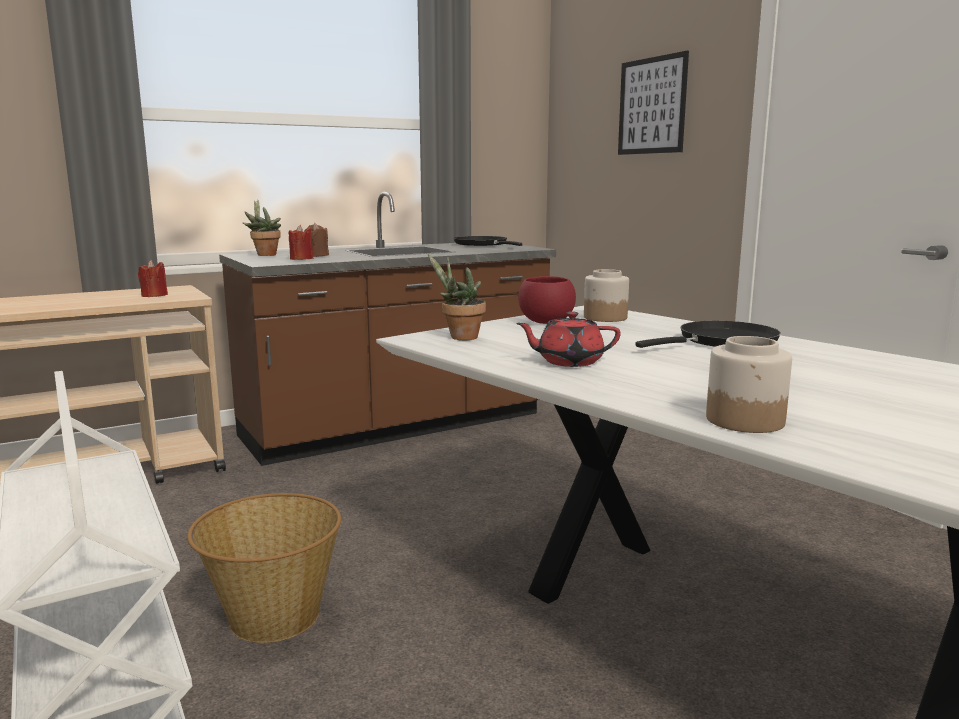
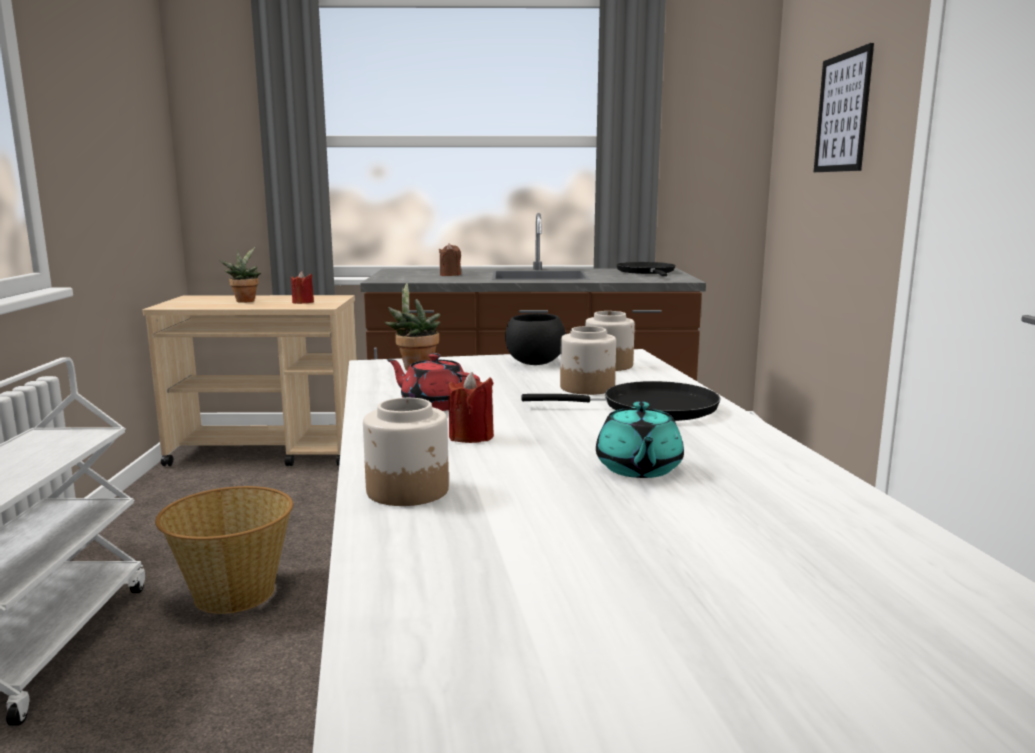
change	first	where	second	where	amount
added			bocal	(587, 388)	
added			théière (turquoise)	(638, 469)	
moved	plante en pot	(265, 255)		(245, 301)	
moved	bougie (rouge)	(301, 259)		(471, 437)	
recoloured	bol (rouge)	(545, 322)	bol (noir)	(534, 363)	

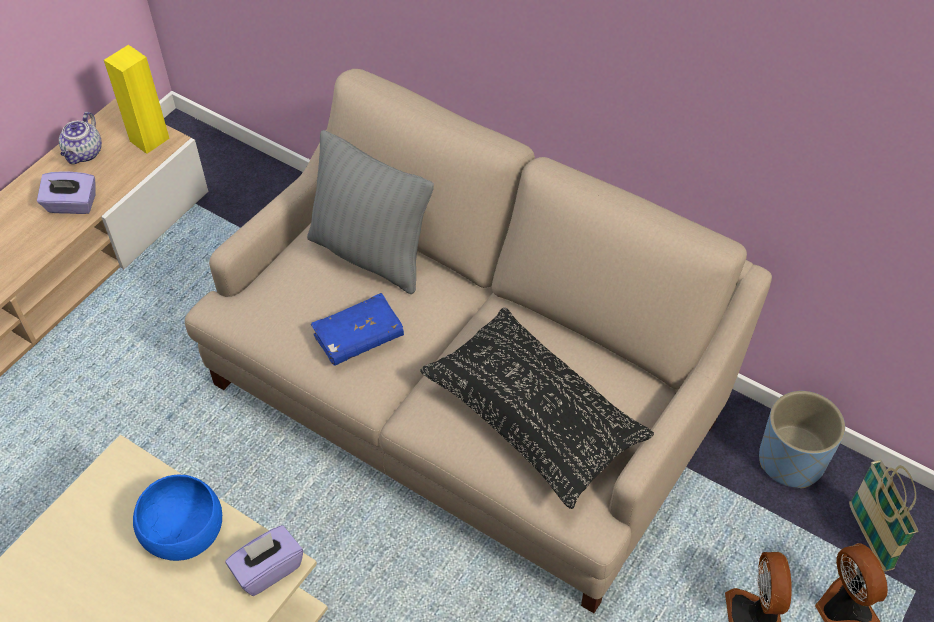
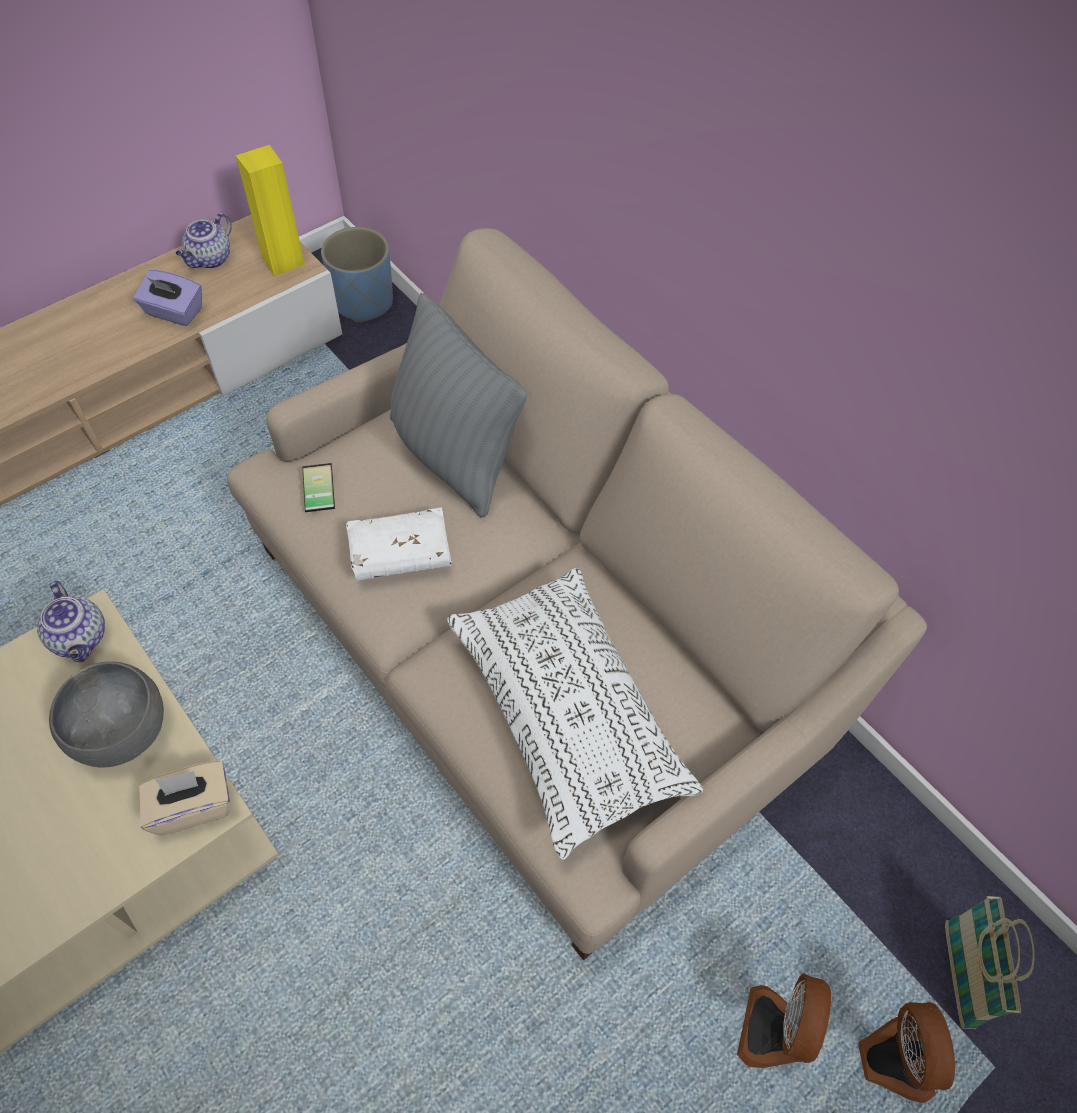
change	first	where	second	where	amount
added			théière	(81, 638)	
added			téléphone	(315, 488)	
moved	cache-pot (bleu)	(791, 460)		(363, 302)	
recoloured	bol (bleu)	(184, 532)	bol (gris)	(121, 729)	
recoloured	boîte à mouchoirs (violet)	(268, 569)	boîte à mouchoirs (beige)	(193, 806)	
recoloured	livre (bleu)	(359, 337)	livre (blanc)	(400, 553)	
recoloured	coussin (noir)	(534, 417)	coussin (blanc)	(567, 716)	

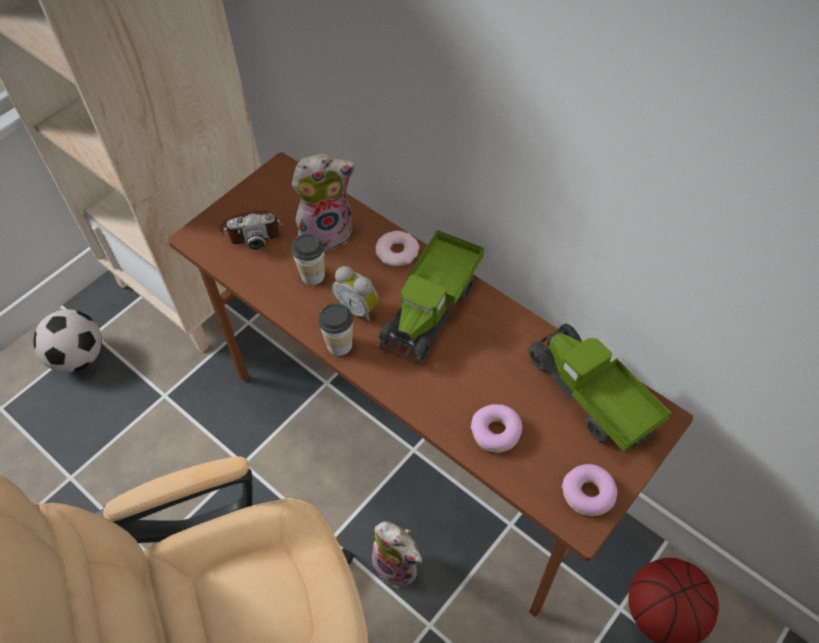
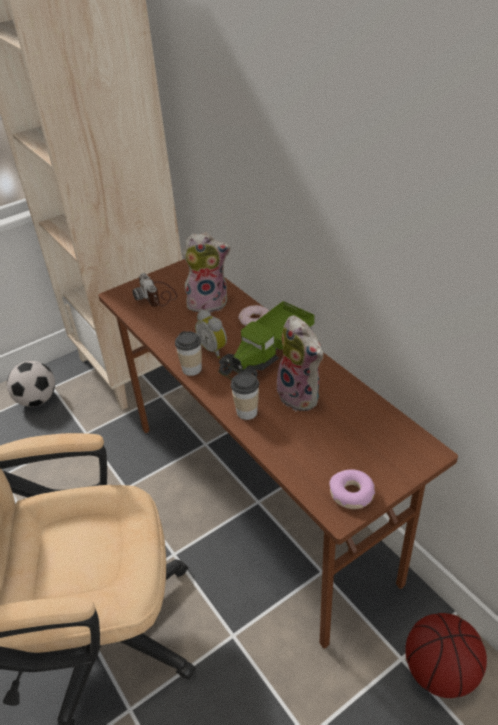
change	first	where	second	where	amount
removed	beignet	(496, 432)			
removed	camion jouet	(589, 397)			
moved	tasse	(313, 275)		(247, 412)	
moved	peluche	(398, 564)		(301, 396)	
turned	appareil photo	(253, 230)		(157, 296)	60 degrees clockwise

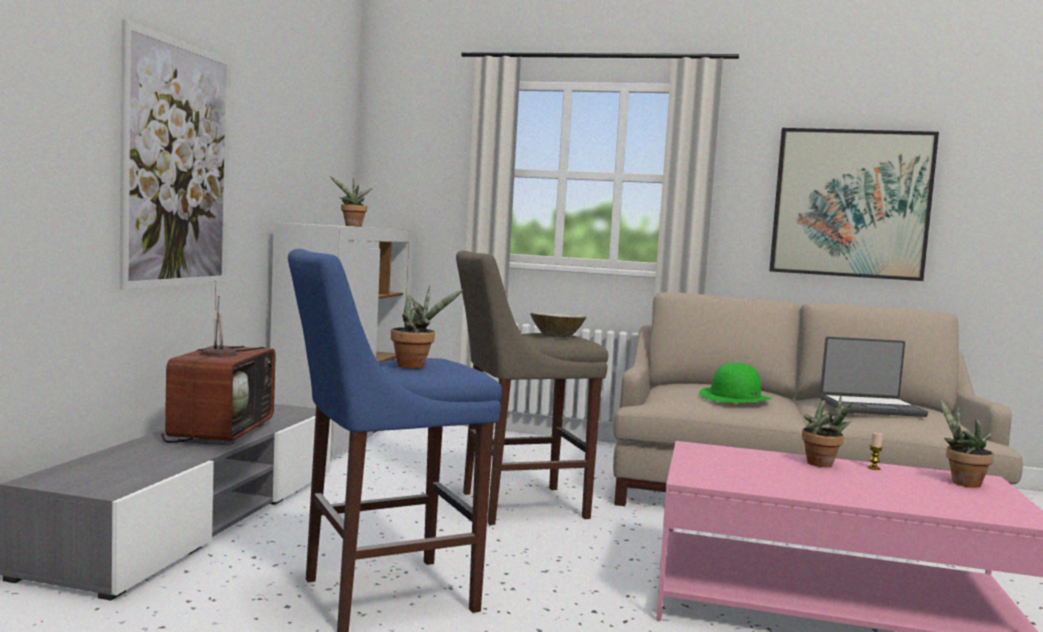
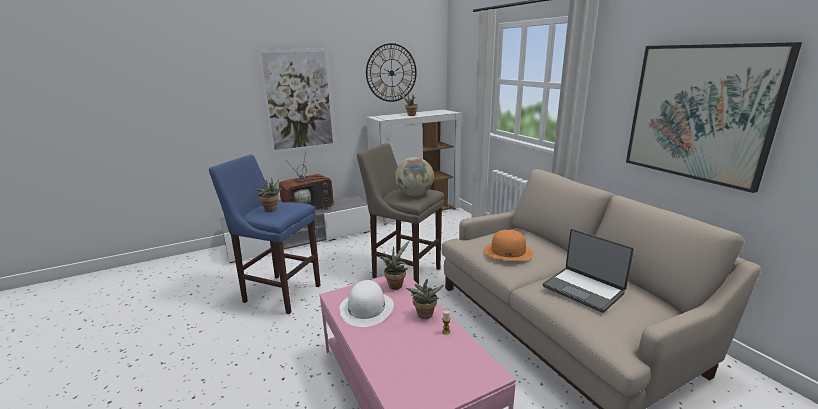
change	first	where	second	where	amount
added			chapeau (blanc)	(366, 308)	
added			horloge murale	(391, 73)	
moved	plante en pot	(961, 482)		(395, 284)	
replaced	bol (beige)	(557, 336)	globe	(414, 194)	
recoloured	chapeau (vert)	(735, 397)	chapeau (orange)	(508, 251)	

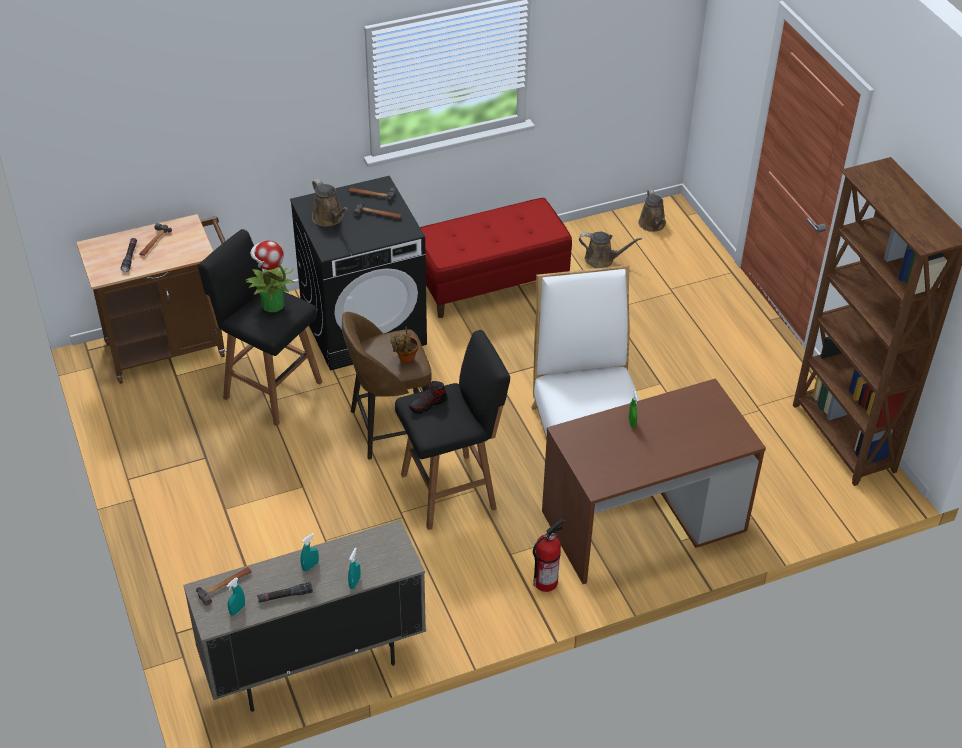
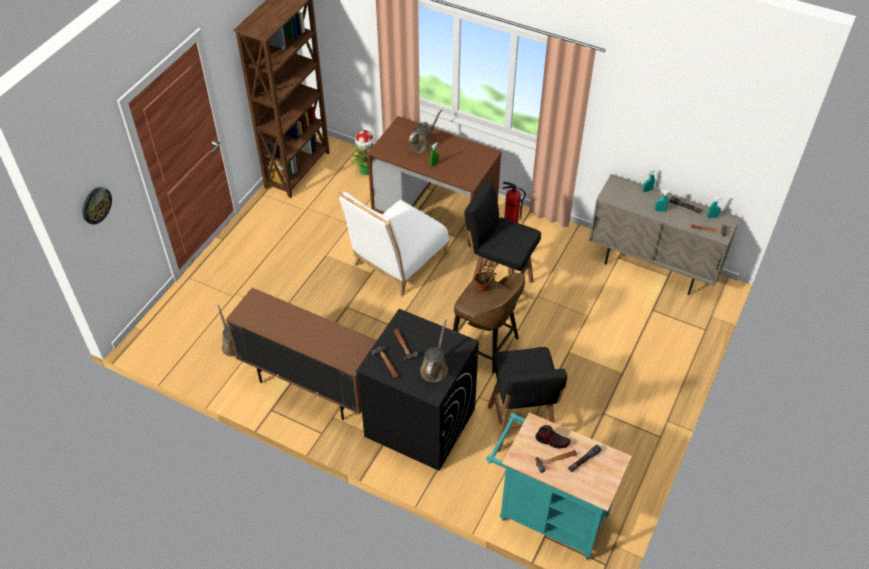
change	first	where	second	where	amount
added			horloge murale	(96, 205)	
moved	plante en pot	(272, 304)		(366, 170)	
moved	chaussure	(428, 404)		(552, 441)	
moved	arrosoir (marron)	(652, 225)		(422, 144)	
replaced	banc (rouge)	(491, 283)	meuble de rangement (marron)	(311, 386)	
recoloured	chariot (marron)	(173, 346)	chariot (turquoise)	(547, 514)	

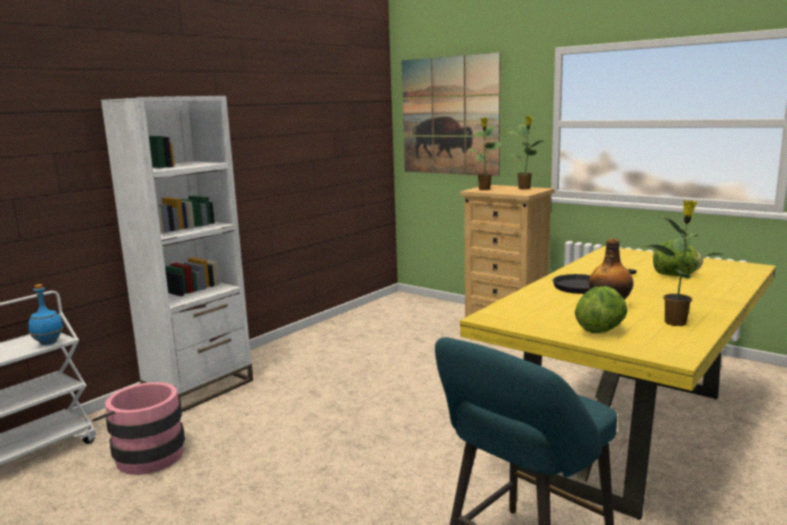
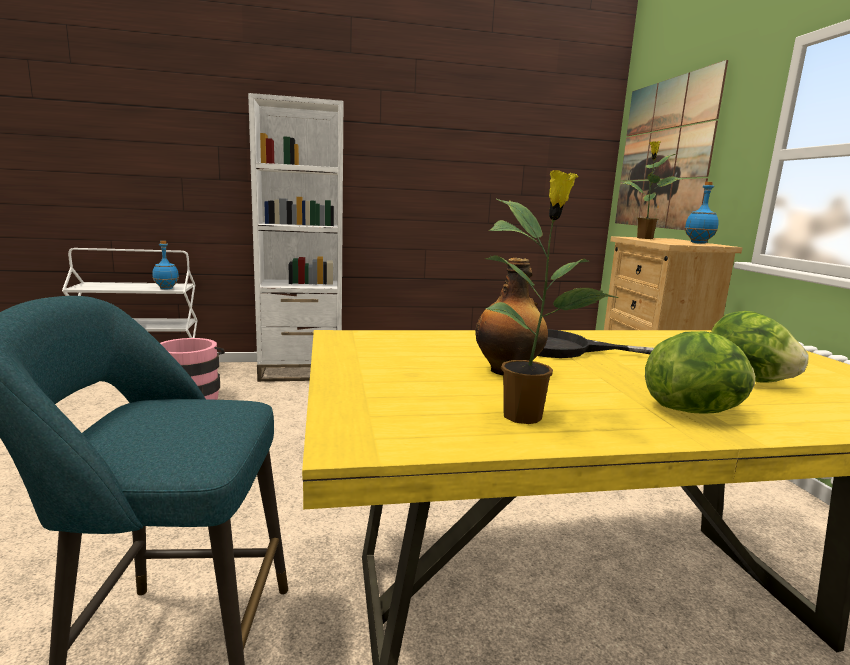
change	first	where	second	where	amount
moved	laitue	(601, 330)		(695, 411)	
replaced	plante en pot	(525, 188)	bouteille (bleu)	(698, 243)	

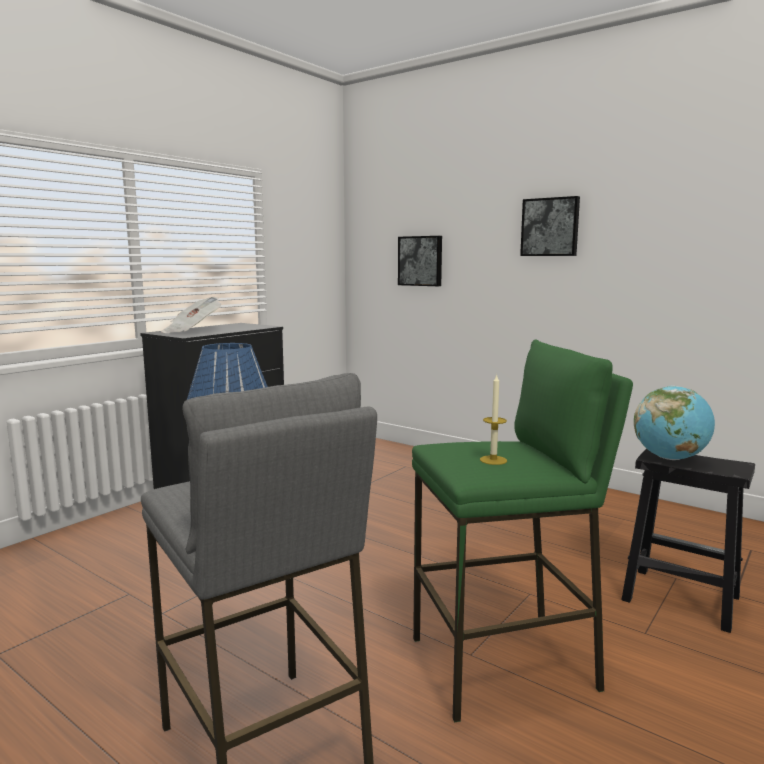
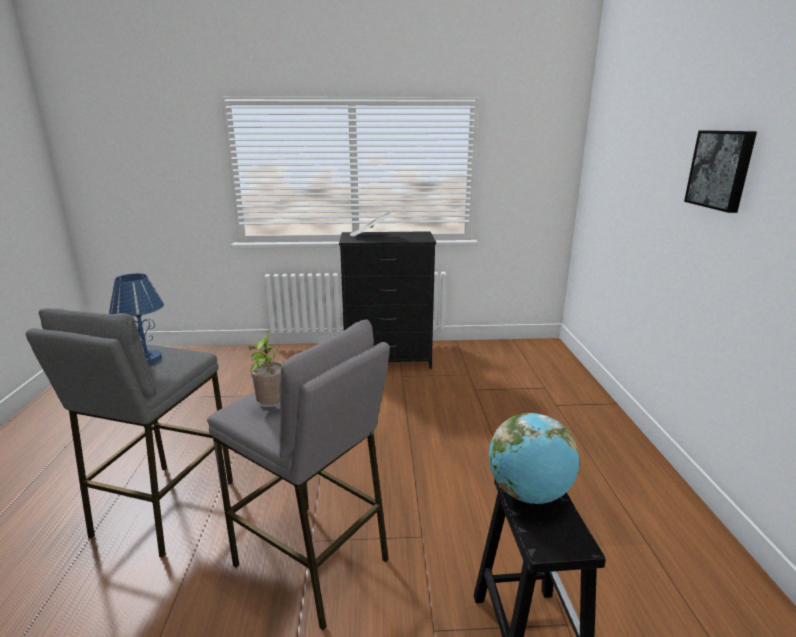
change	first	where	second	where	amount
removed	tableau	(421, 261)			
replaced	bougie	(493, 460)	plante en pot	(271, 407)	
recoloured	tabouret (vert)	(504, 665)	tabouret (gris)	(312, 562)	

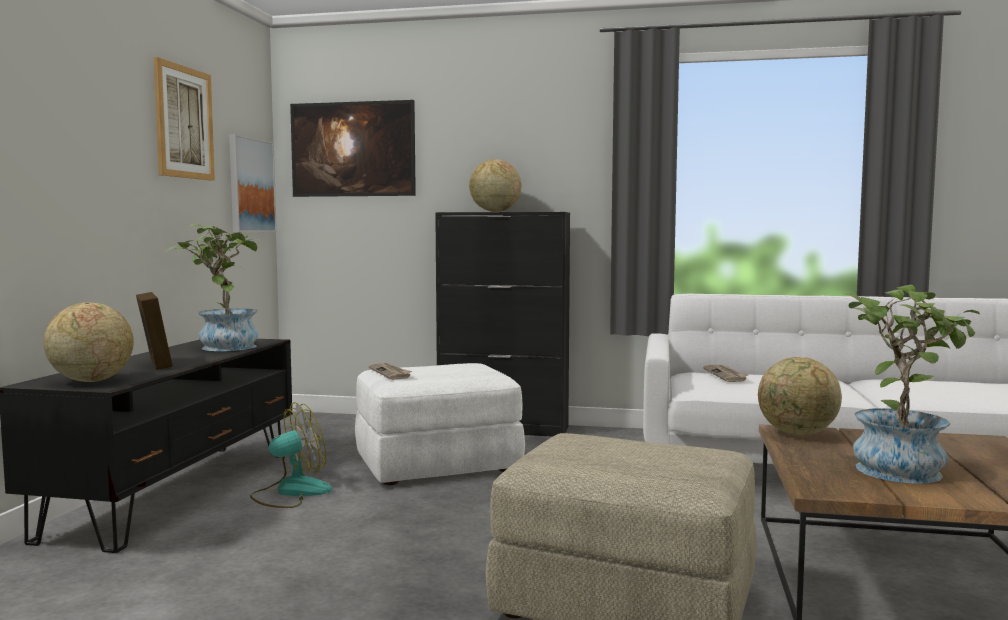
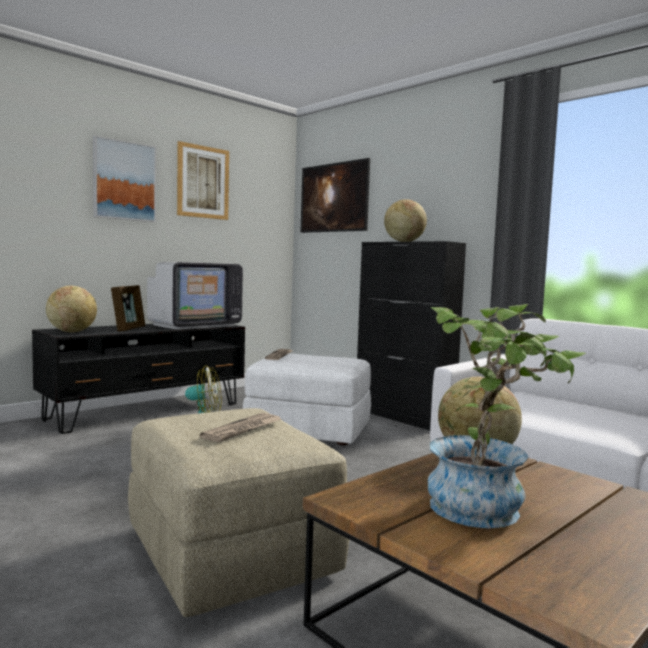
change	first	where	second	where	amount
moved	tableau	(251, 185)		(124, 181)	
moved	journal	(726, 375)		(243, 430)	
replaced	plante en pot	(222, 346)	téléviseur	(195, 325)	

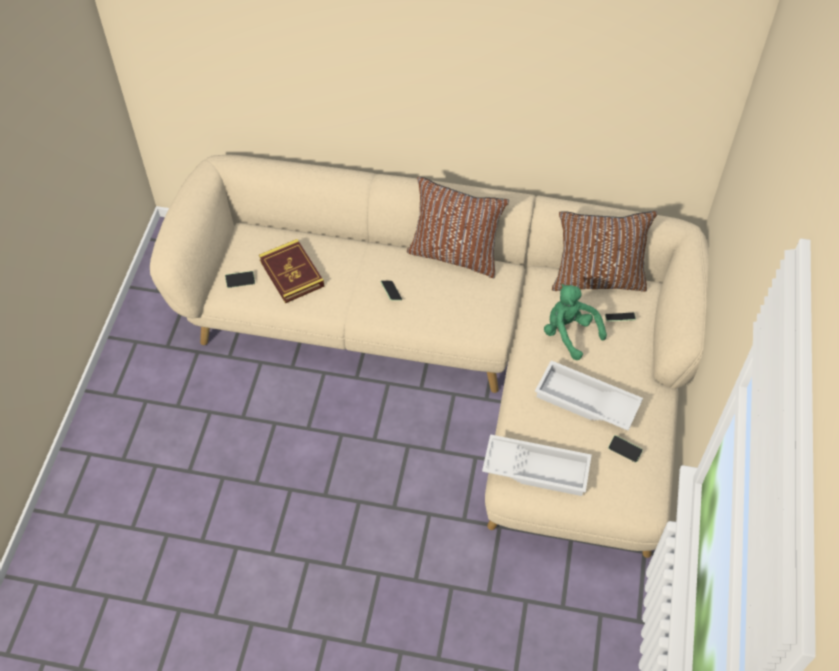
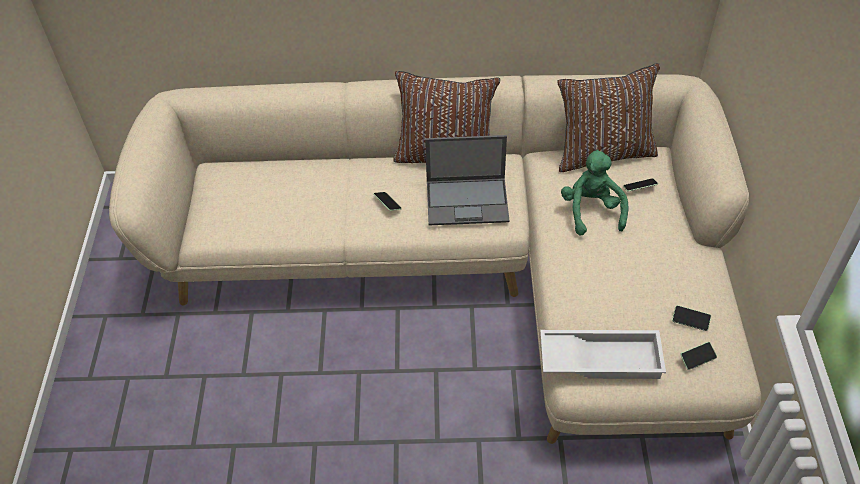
change	first	where	second	where	amount
removed	livre	(291, 273)			
removed	plateau (blanc)	(585, 402)			
added			ordinateur portable	(468, 201)	
moved	téléphone	(240, 282)		(697, 358)	
turned	peluche (vert)	(569, 333)		(591, 211)	45 degrees clockwise

